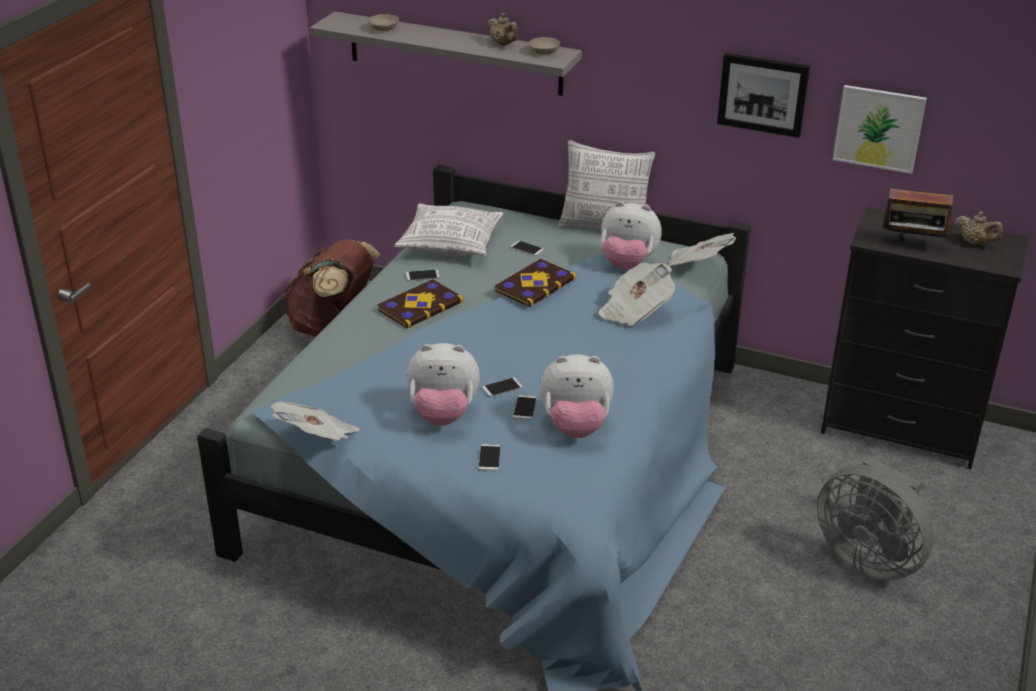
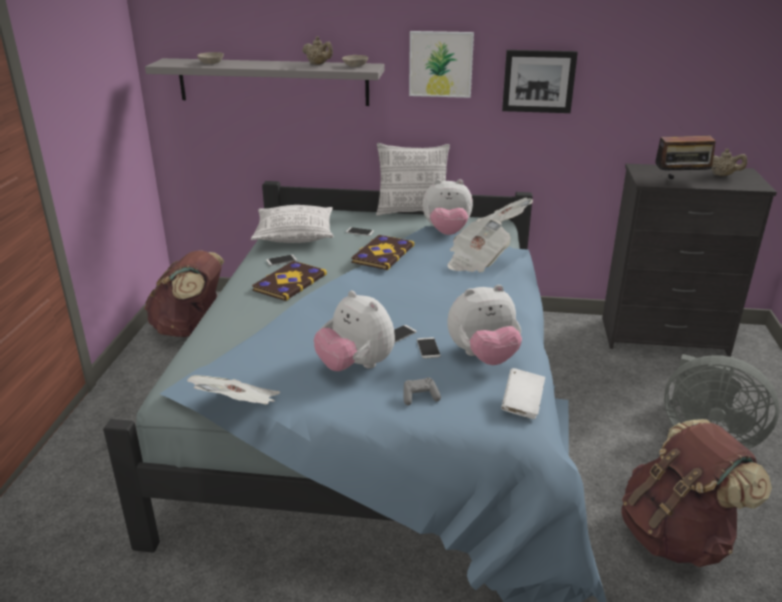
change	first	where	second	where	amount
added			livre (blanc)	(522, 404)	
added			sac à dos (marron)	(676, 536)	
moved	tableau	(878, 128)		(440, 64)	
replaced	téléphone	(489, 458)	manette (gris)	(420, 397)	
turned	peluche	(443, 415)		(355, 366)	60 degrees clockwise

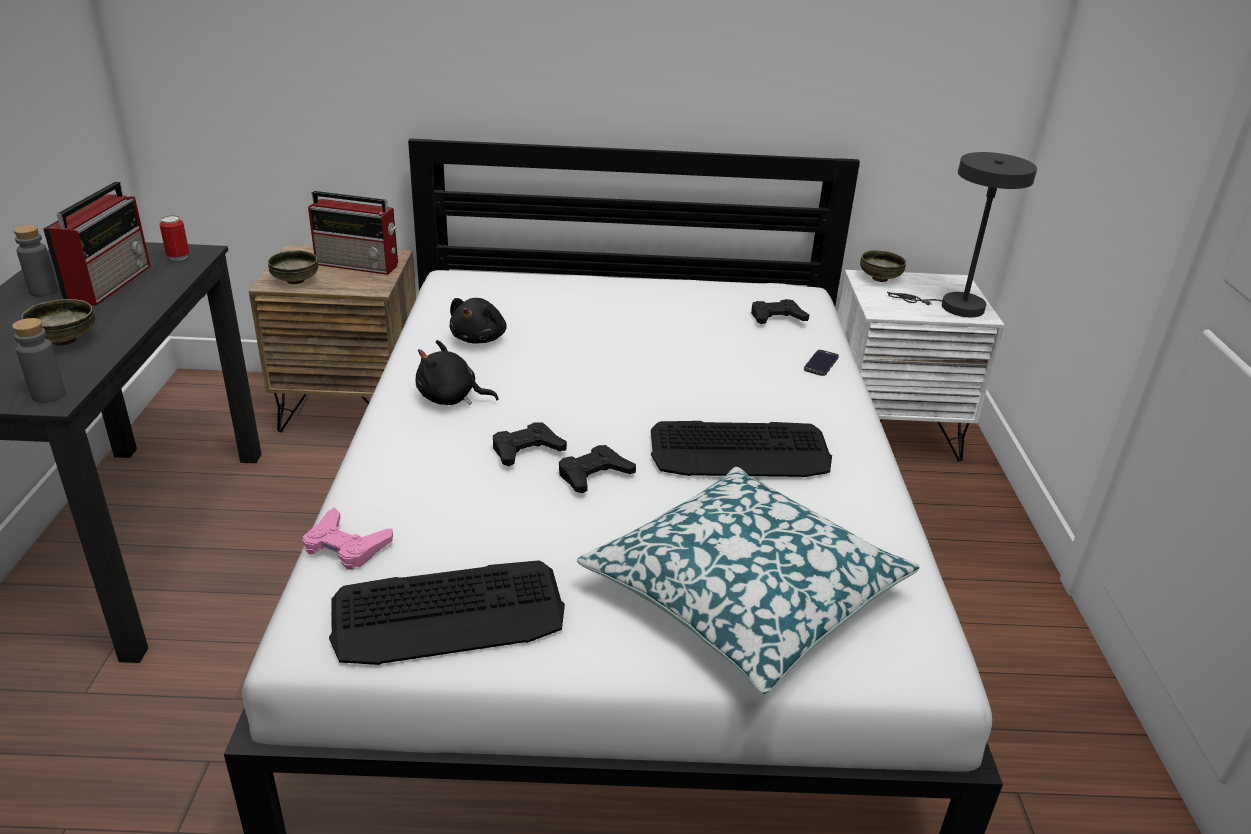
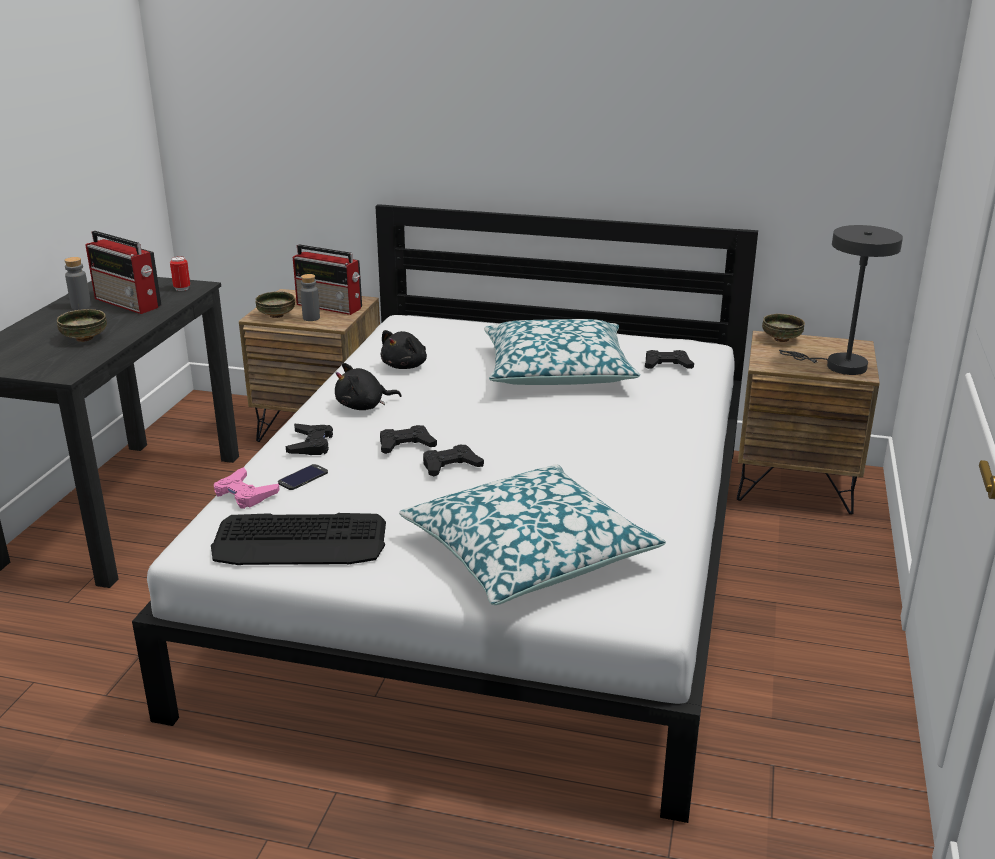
change	first	where	second	where	amount
removed	clavier	(740, 452)			
added			manette (noir)	(311, 444)	
added			coussin	(557, 371)	
moved	bouteille (gris)	(48, 394)		(311, 318)	
moved	téléphone	(821, 363)		(303, 477)	
recoloured	table de chevet (blanc)	(891, 430)	table de chevet (marron)	(794, 483)	
turned	radio	(111, 282)		(128, 303)	105 degrees clockwise
turned	peluche (noir)	(451, 398)		(363, 406)	45 degrees counterclockwise

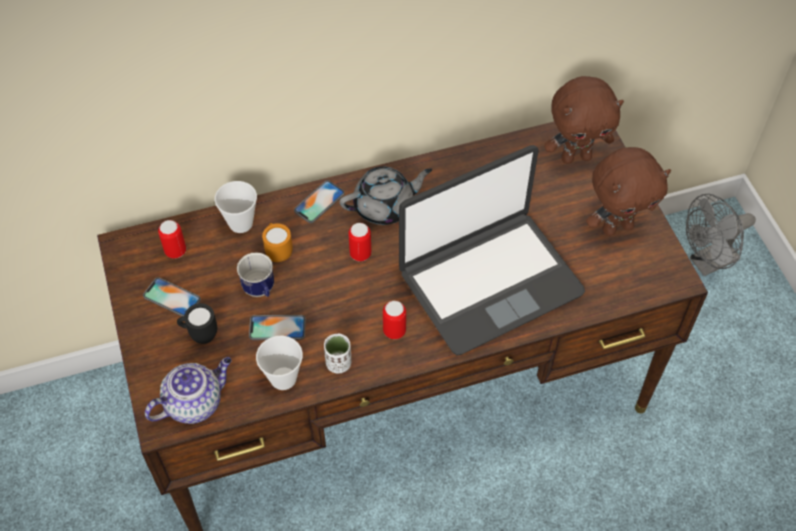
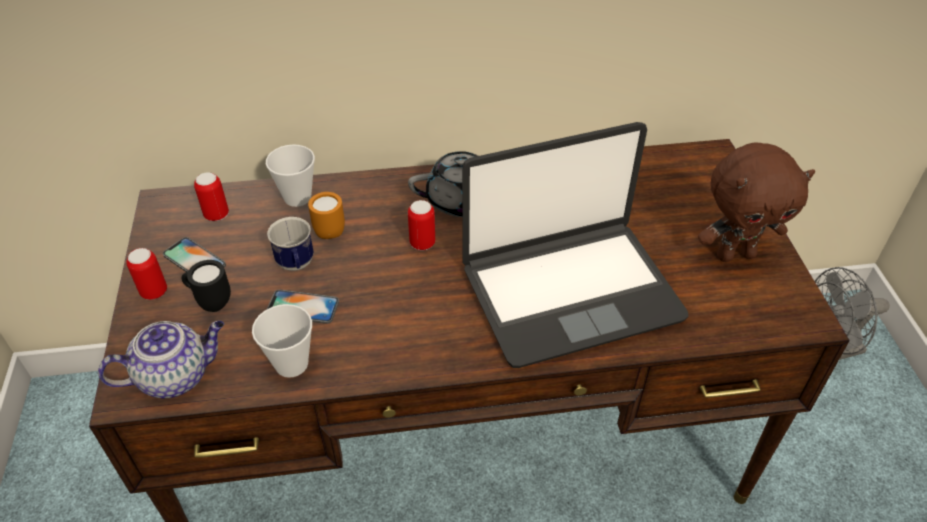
change	first	where	second	where	amount
removed	téléphone	(319, 202)			
removed	tasse (blanc)	(338, 363)			
removed	peluche (marron)	(576, 157)			
moved	boîte métallique	(394, 331)		(154, 292)	

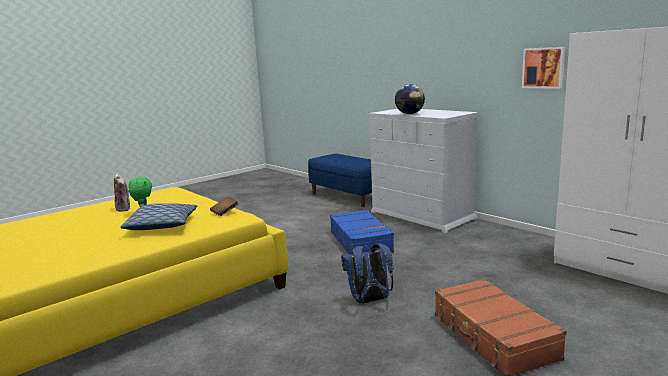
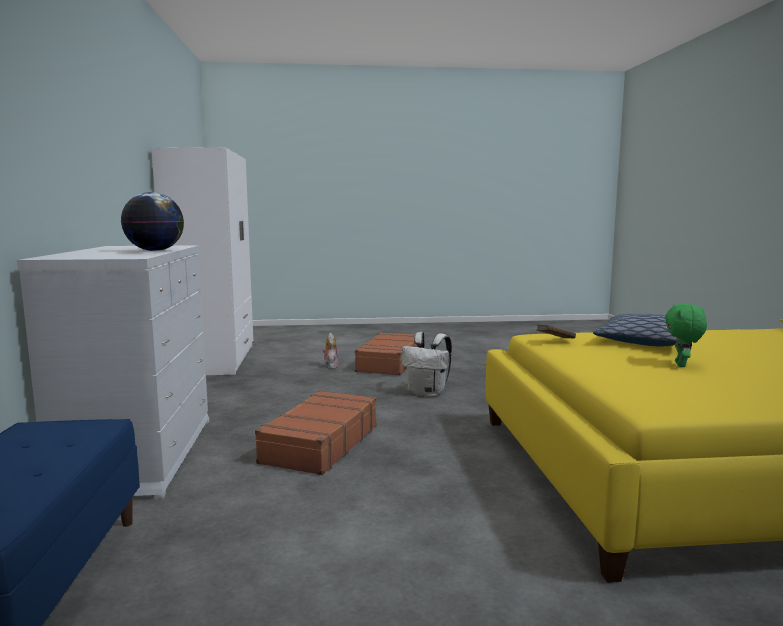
change	first	where	second	where	amount
removed	tableau	(543, 68)			
moved	peluche	(124, 209)		(330, 366)	
recoloured	valise (bleu)	(361, 242)	valise (marron)	(319, 444)	
recoloured	sac à dos (bleu)	(369, 300)	sac à dos (blanc)	(427, 393)	

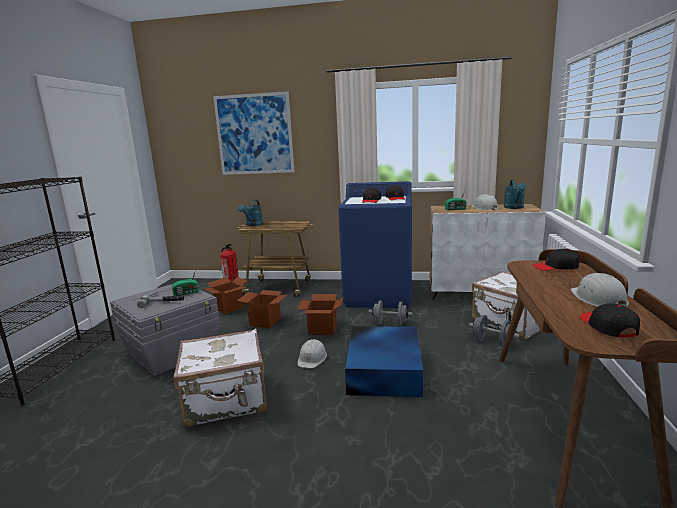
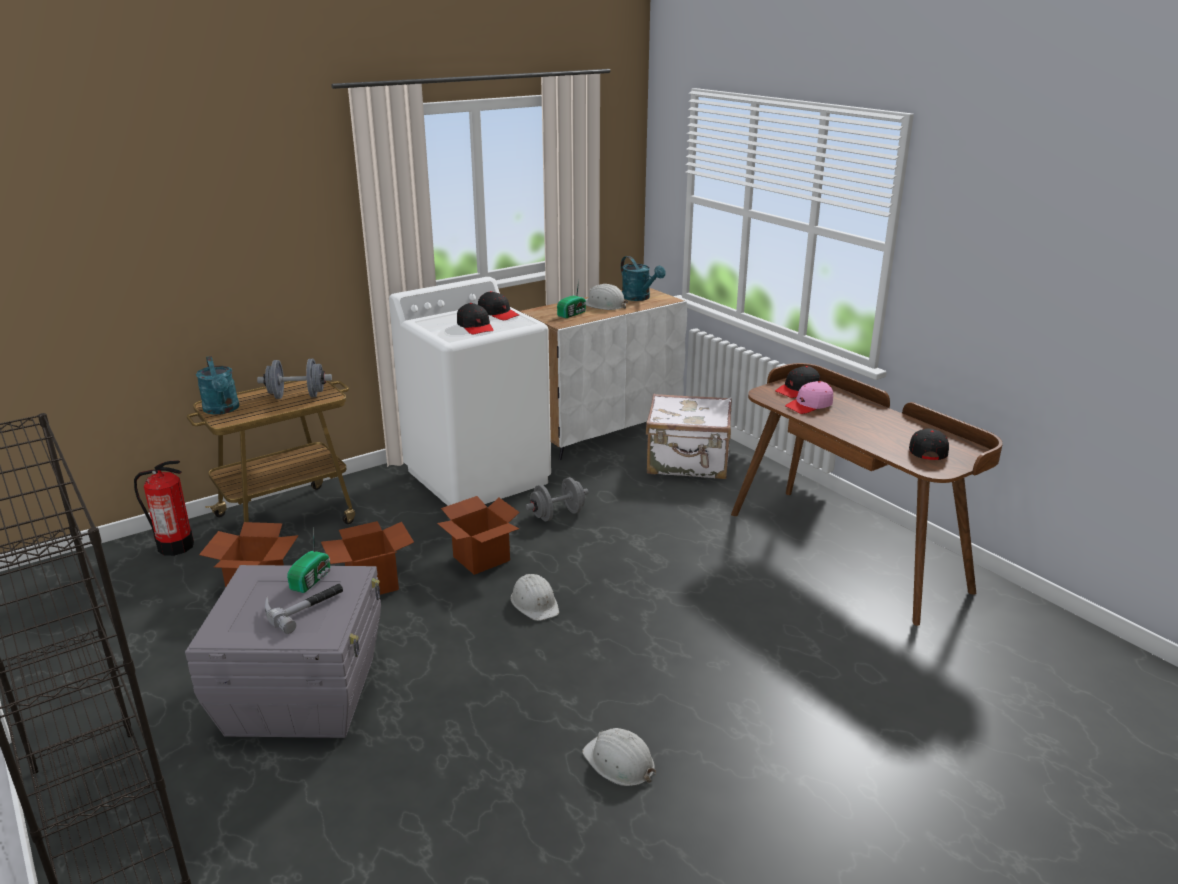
change	first	where	second	where	amount
removed	valise (blanc)	(227, 401)			
removed	tableau	(254, 134)			
removed	boîte de rangement (bleu)	(384, 369)			
added			casquette (rose)	(809, 405)	
moved	haltère (gris)	(492, 342)		(297, 396)	
moved	casque de chantier (blanc)	(598, 299)		(619, 762)	
recoloured	lave-linge (bleu)	(379, 295)	lave-linge (blanc)	(478, 476)	
turned	casquette (noir)	(607, 327)		(926, 450)	60 degrees clockwise

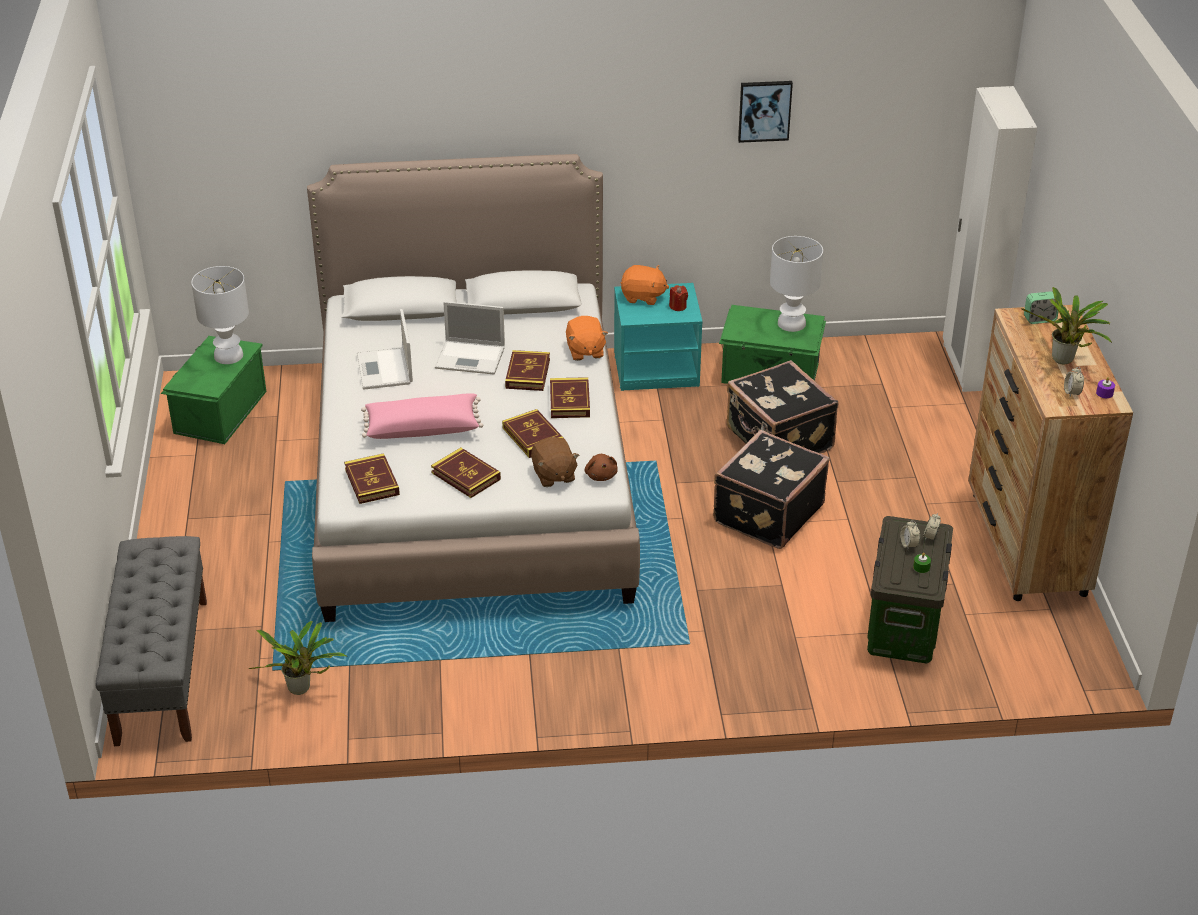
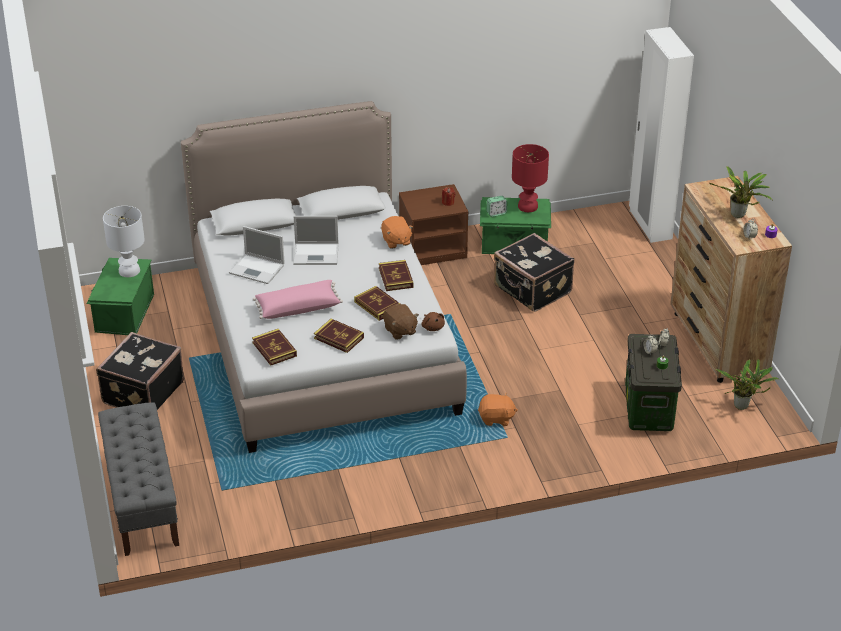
change	first	where	second	where	amount
removed	livre	(527, 374)			
removed	tableau	(764, 110)			
moved	plante en pot	(302, 690)		(743, 406)	
moved	peluche (orange)	(643, 297)		(496, 419)	
moved	valise (noir)	(766, 513)		(141, 392)	
moved	réveil	(1039, 319)		(496, 213)	
recoloured	table de chevet (turquoise)	(657, 369)	table de chevet (marron)	(433, 248)	
recoloured	lampe de table (blanc)	(792, 324)	lampe de table (rouge)	(528, 206)	
turned	ordinateur portable	(385, 370)		(258, 269)	45 degrees counterclockwise

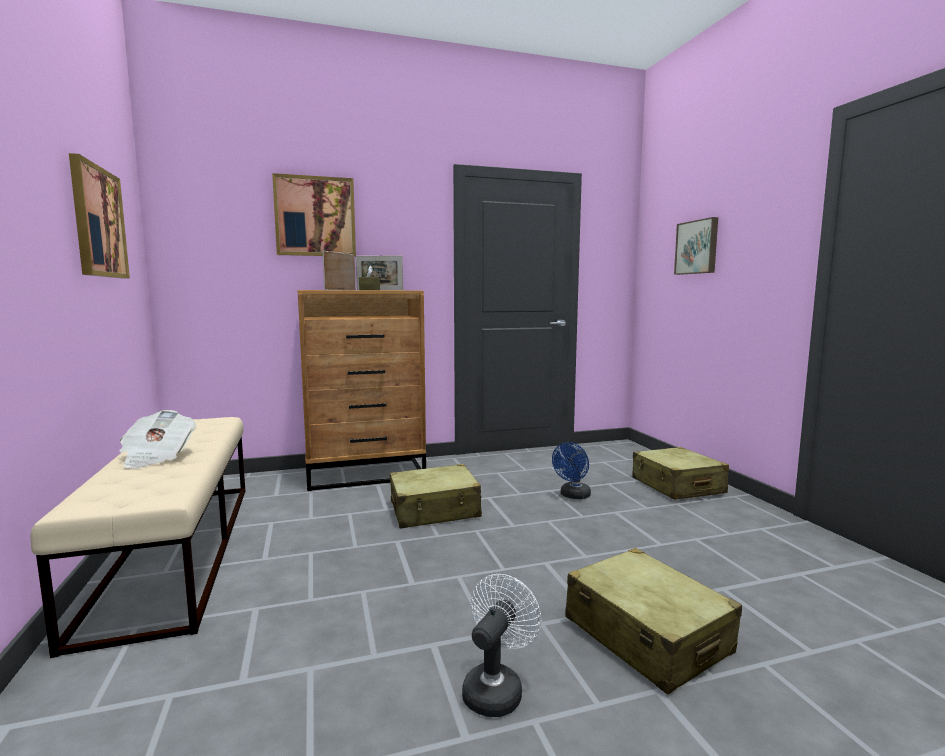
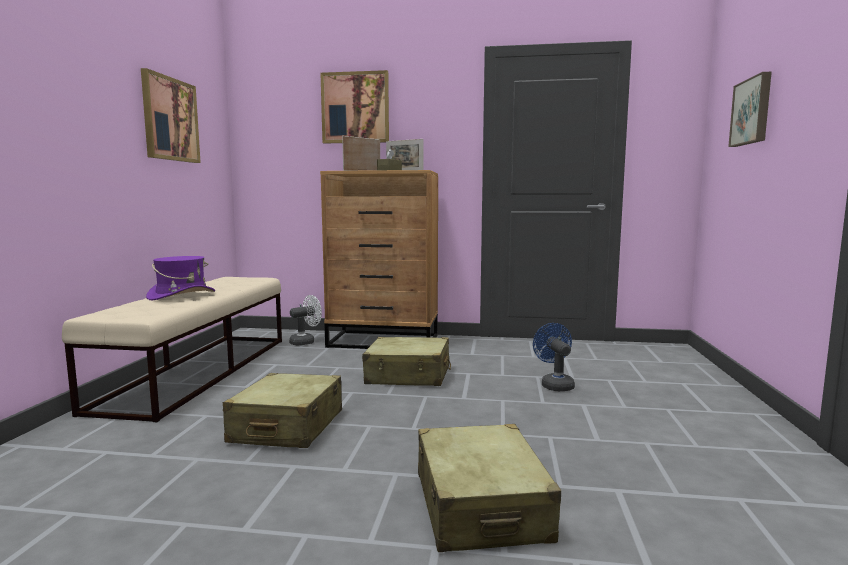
change	first	where	second	where	amount
moved	ventilateur (blanc)	(496, 688)		(306, 342)	
moved	valise (beige)	(677, 486)		(287, 427)	
replaced	journal	(157, 457)	chapeau (violet)	(182, 295)	
turned	ventilateur (bleu)	(573, 496)		(554, 384)	105 degrees clockwise

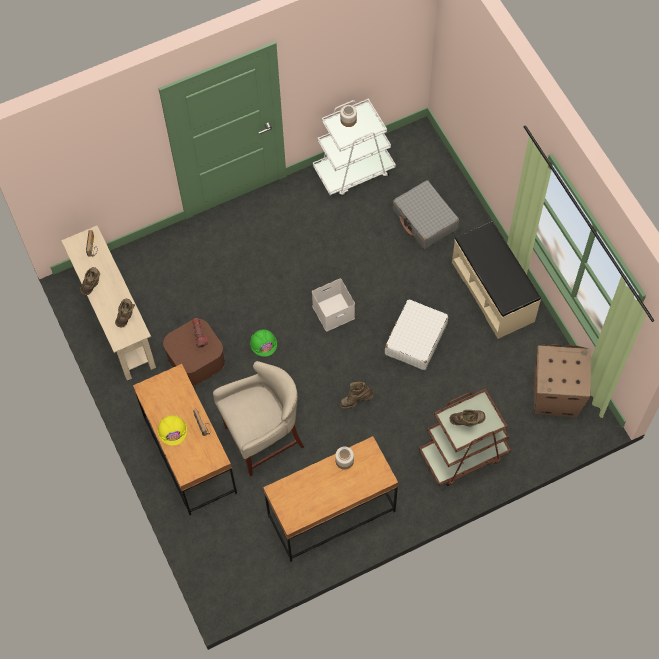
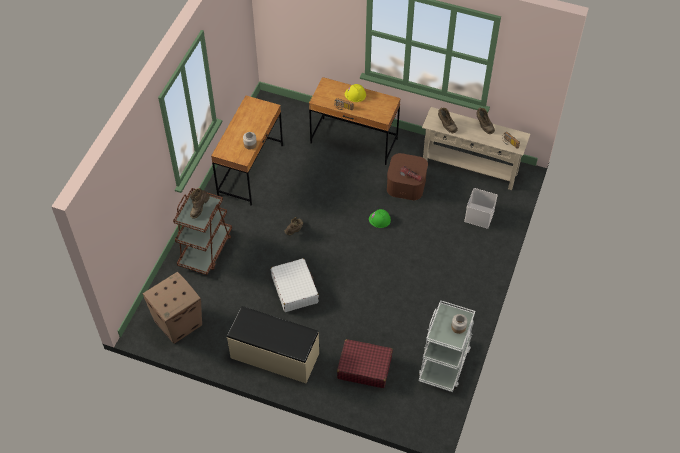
change	first	where	second	where	amount
removed	tabouret (beige)	(263, 439)			
moved	boîte de rangement (blanc)	(333, 311)		(479, 216)	
recoloured	valise (gris)	(425, 220)	valise (rouge)	(364, 367)	

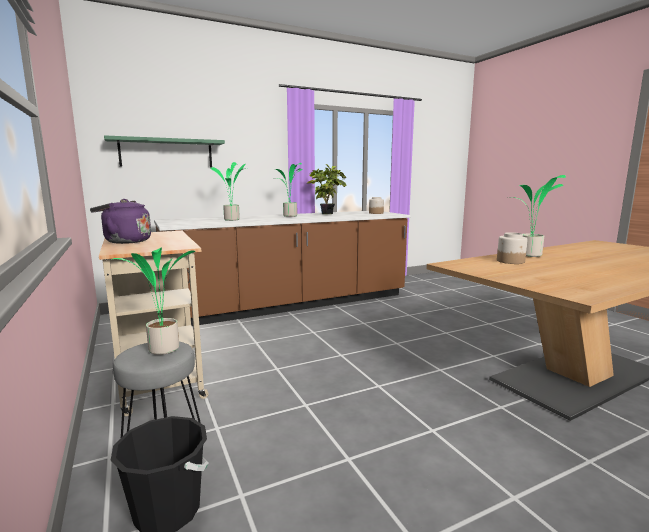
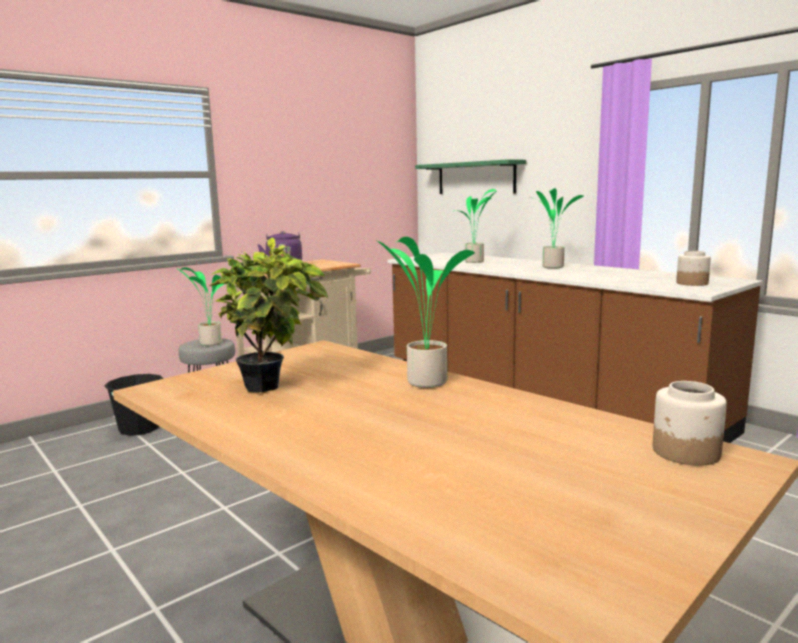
change	first	where	second	where	amount
moved	plante en pot	(327, 214)		(273, 387)	
moved	bocal	(511, 261)		(686, 452)	

